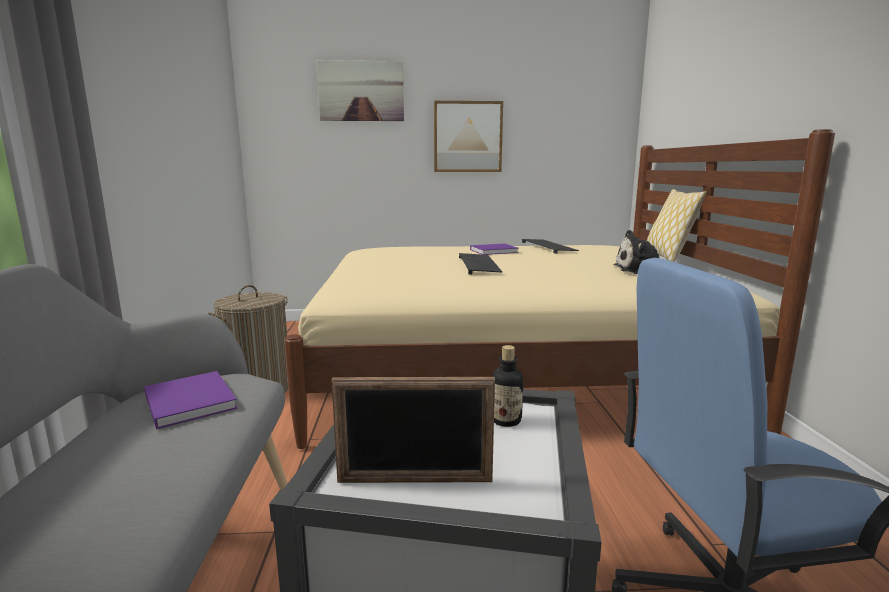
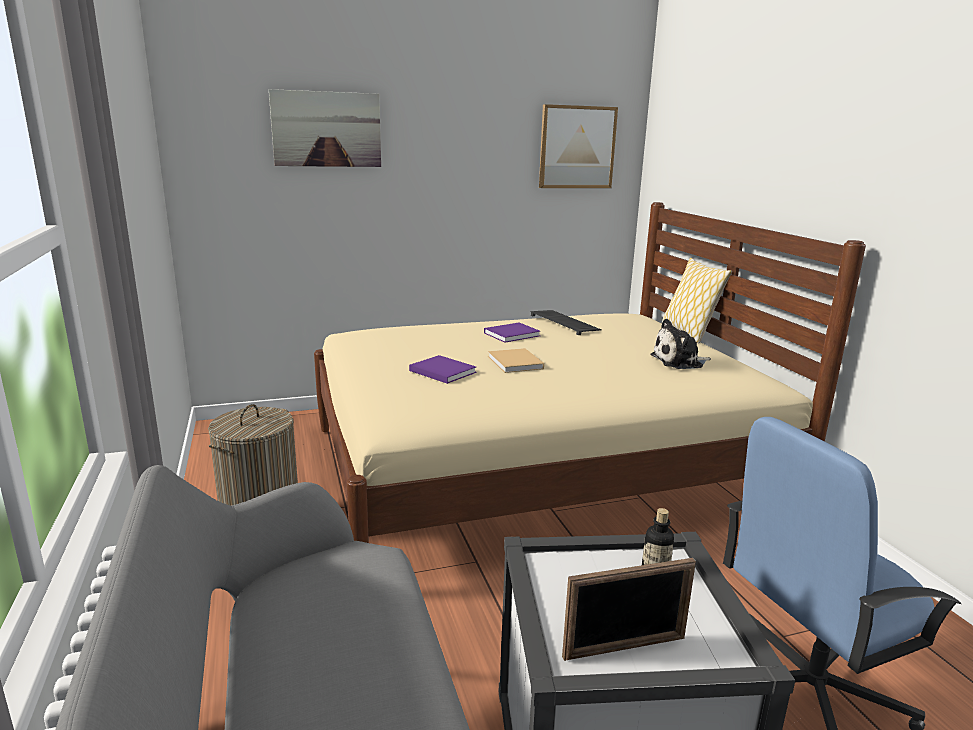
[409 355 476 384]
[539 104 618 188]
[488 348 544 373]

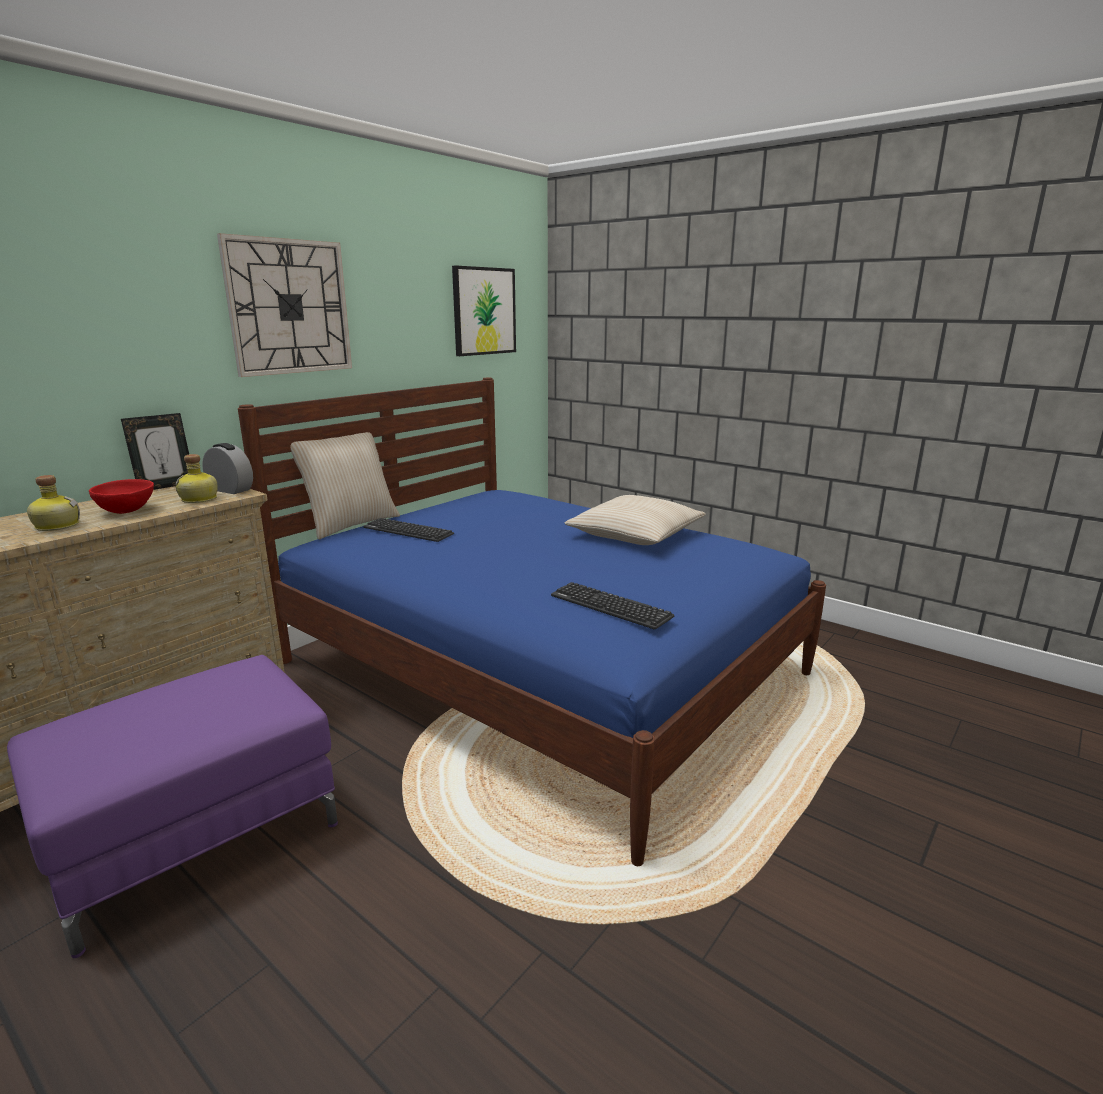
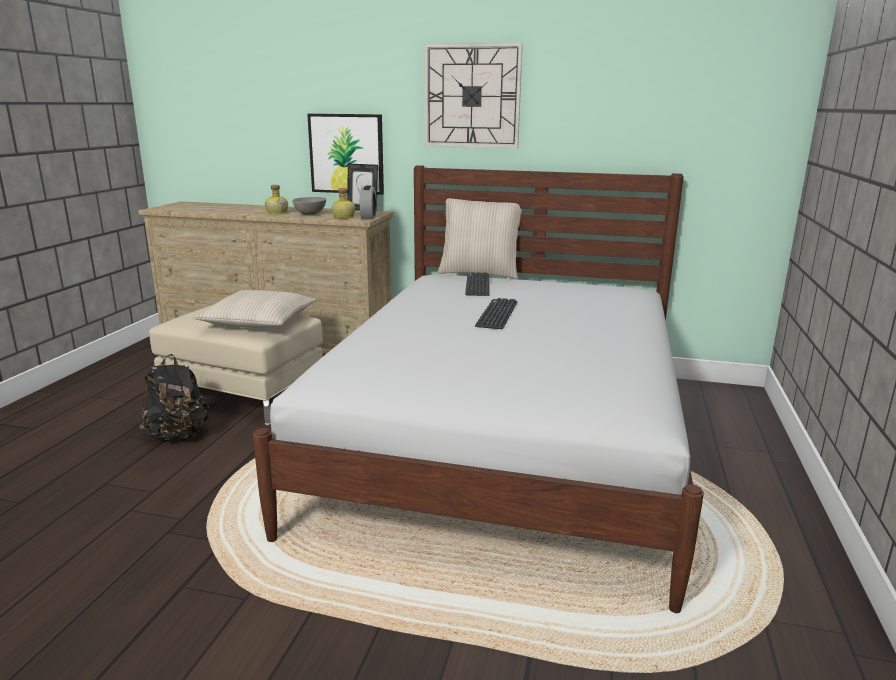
[149 305 323 425]
[293 197 326 215]
[253 165 704 613]
[307 114 384 195]
[475 298 517 329]
[193 290 317 329]
[139 354 209 440]

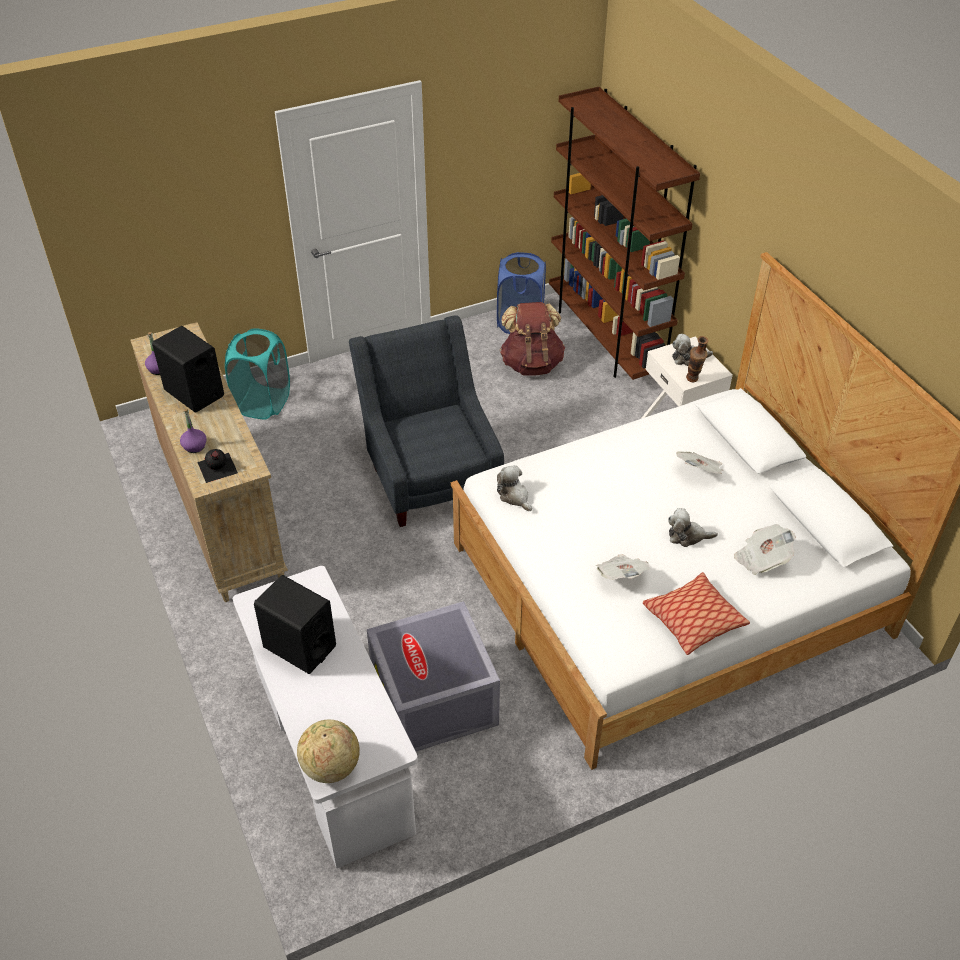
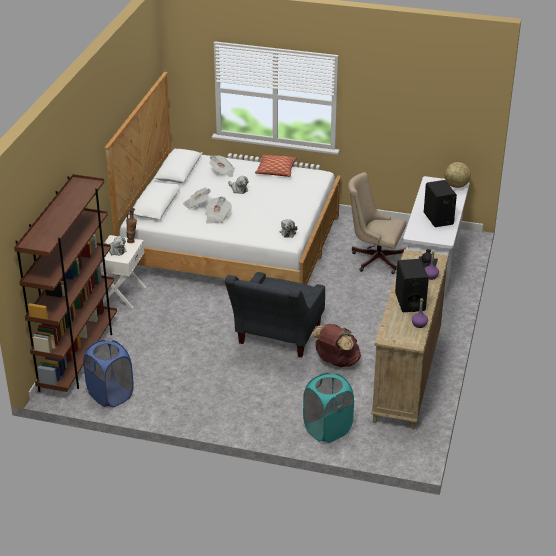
[348 172 406 274]
[311 324 361 367]
[205 196 232 224]

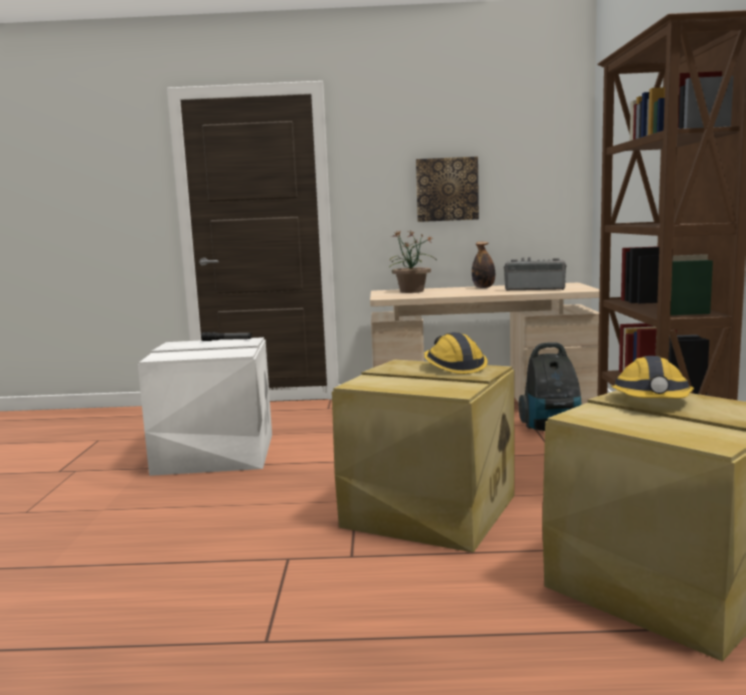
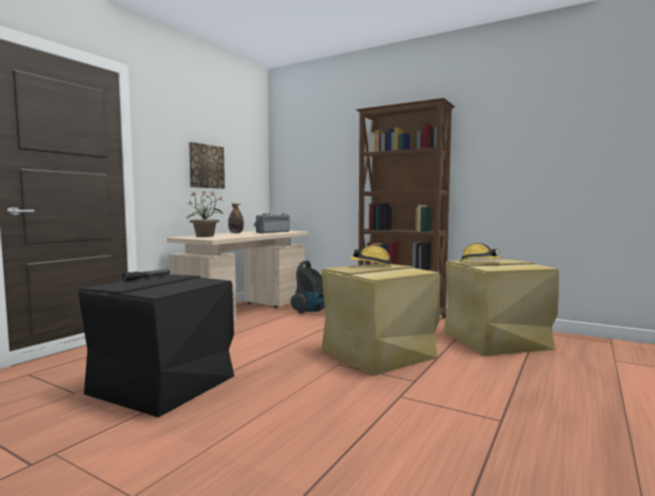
[78 274 234 418]

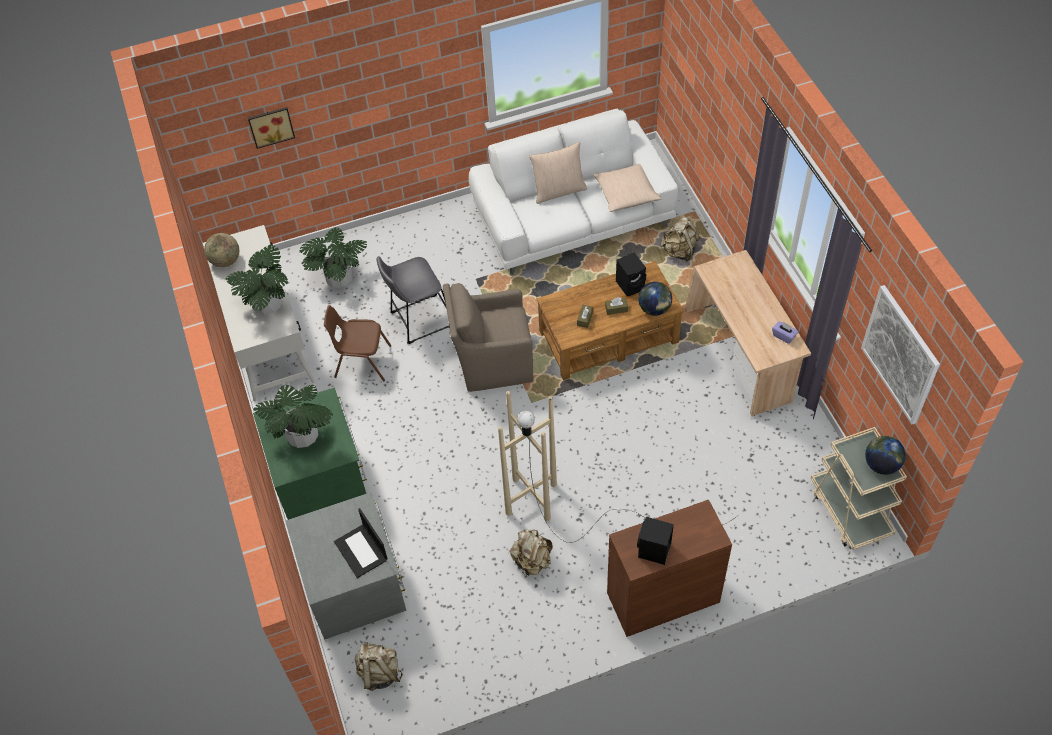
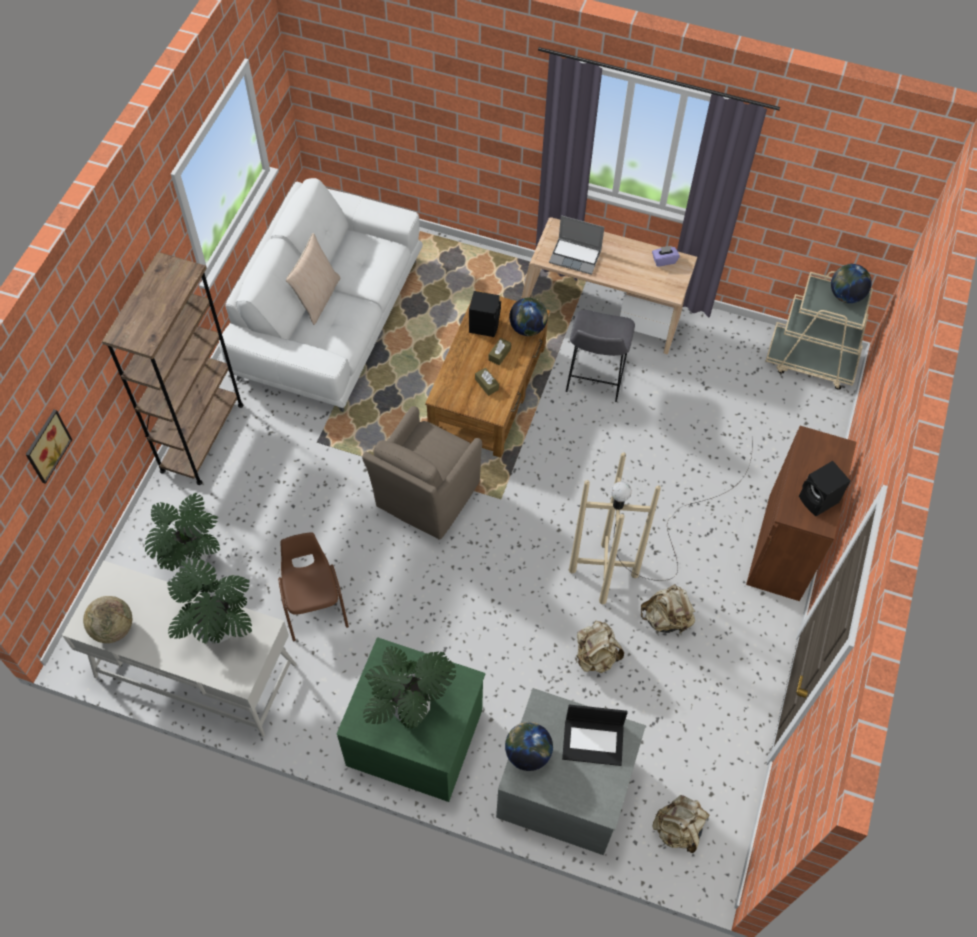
[278 532 349 641]
[566 310 635 402]
[593 164 661 212] (first image)
[576 621 624 673]
[861 285 940 424] (first image)
[102 252 244 485]
[505 722 553 771]
[549 215 604 275]

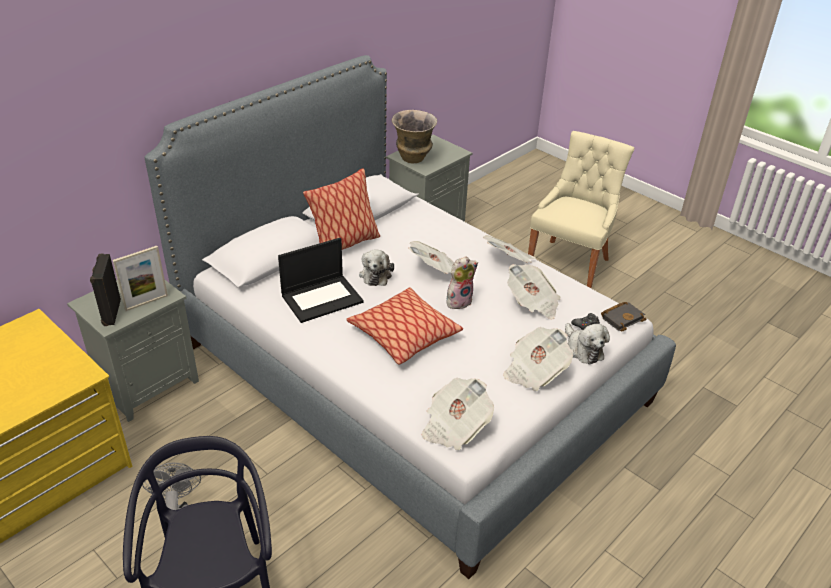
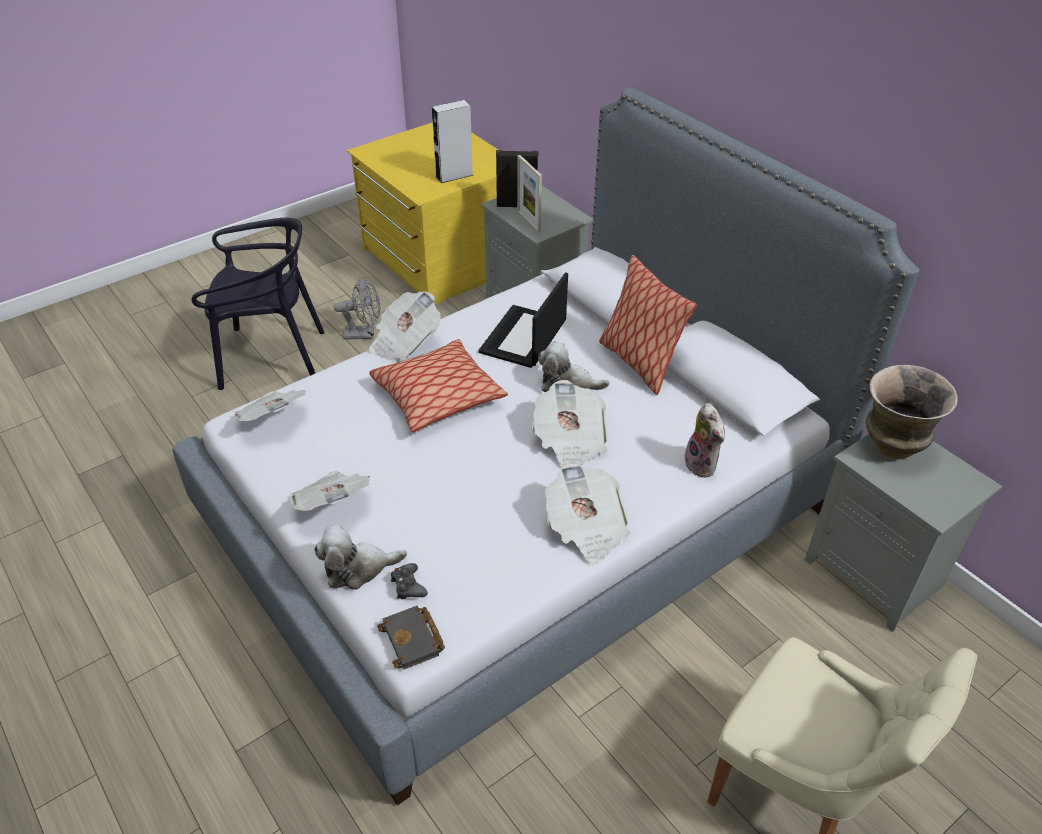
[479 272 568 368]
[685 403 725 478]
[369 291 441 361]
[432 100 473 183]

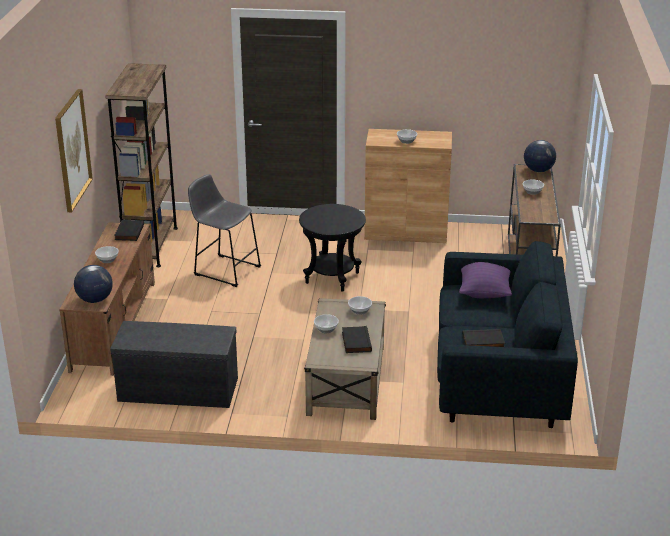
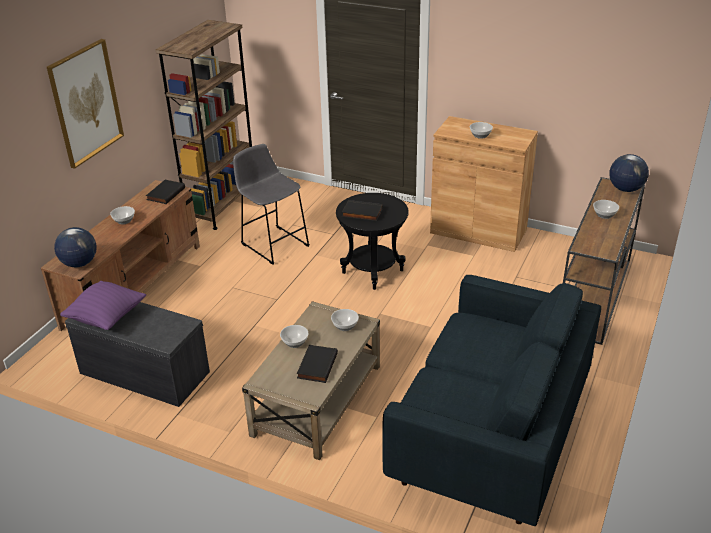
[60 281 146 330]
[342 200 383 221]

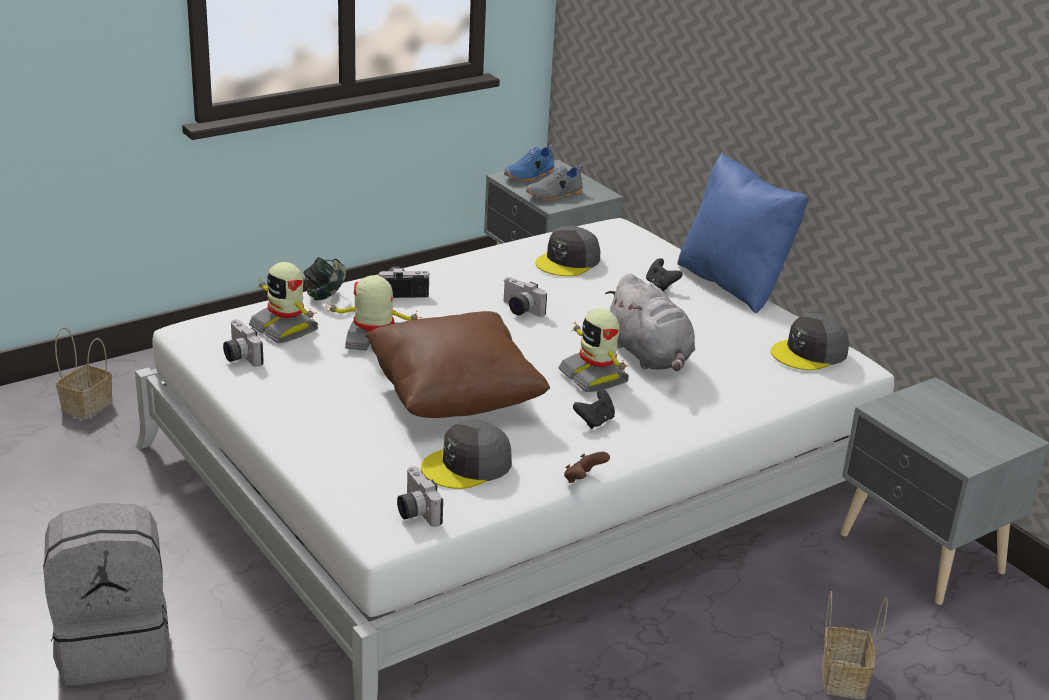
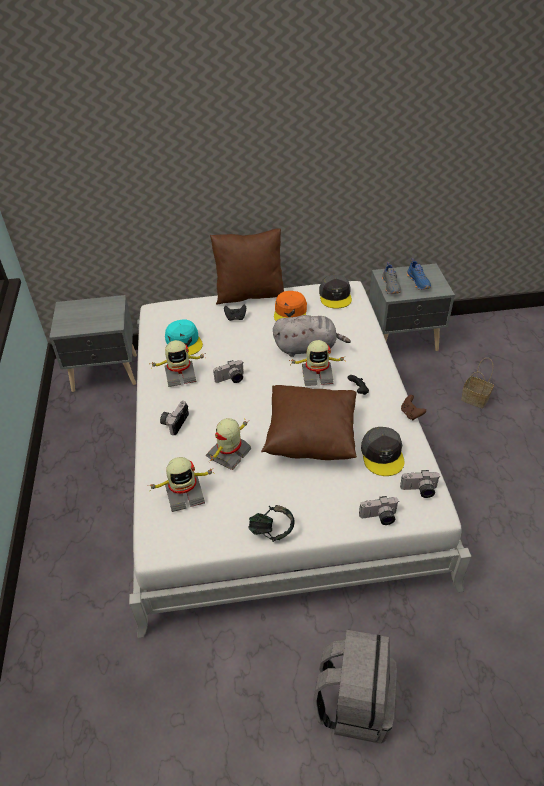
[55 327 113 420] (first image)
[359 496 399 525]
[249 505 295 542]
[406 258 431 290]
[382 262 401 294]
[165 319 203 356]
[210 228 284 304]
[151 340 204 387]
[274 291 307 321]

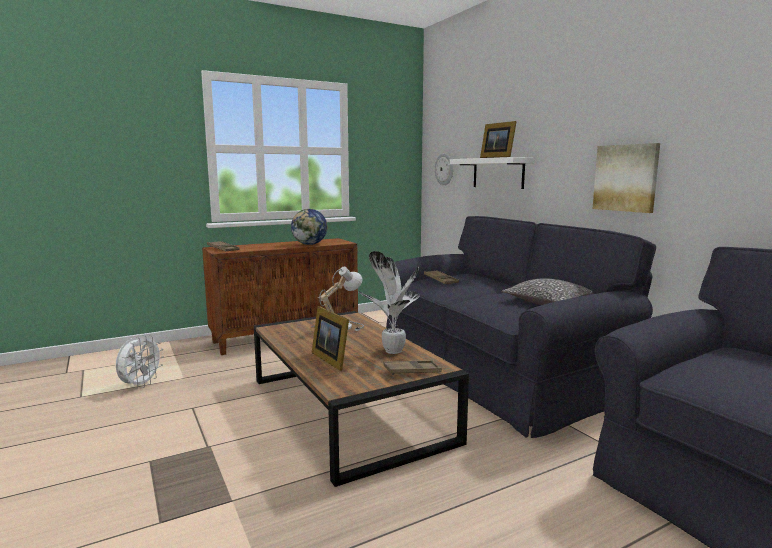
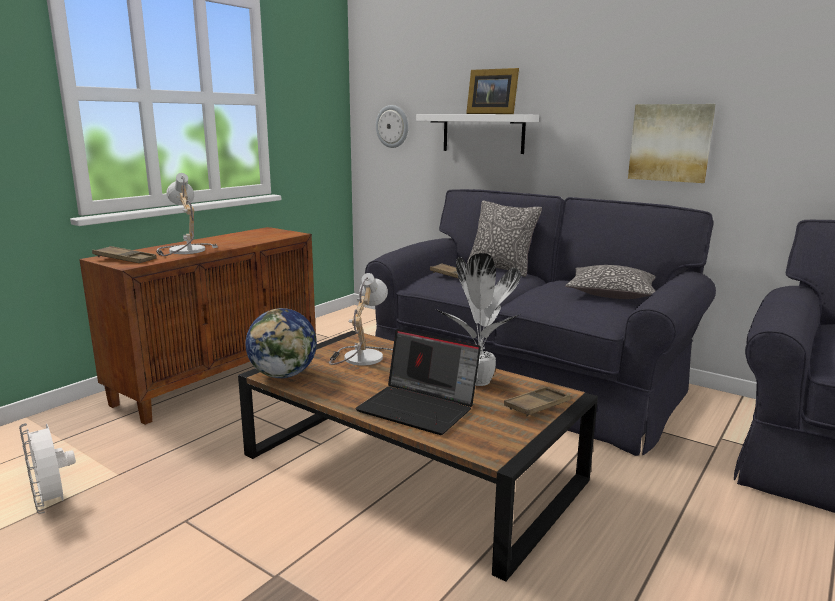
[19 423 76 514]
[246 308 317 378]
[355 329 481 435]
[156 173 218 256]
[467 201 542 277]

